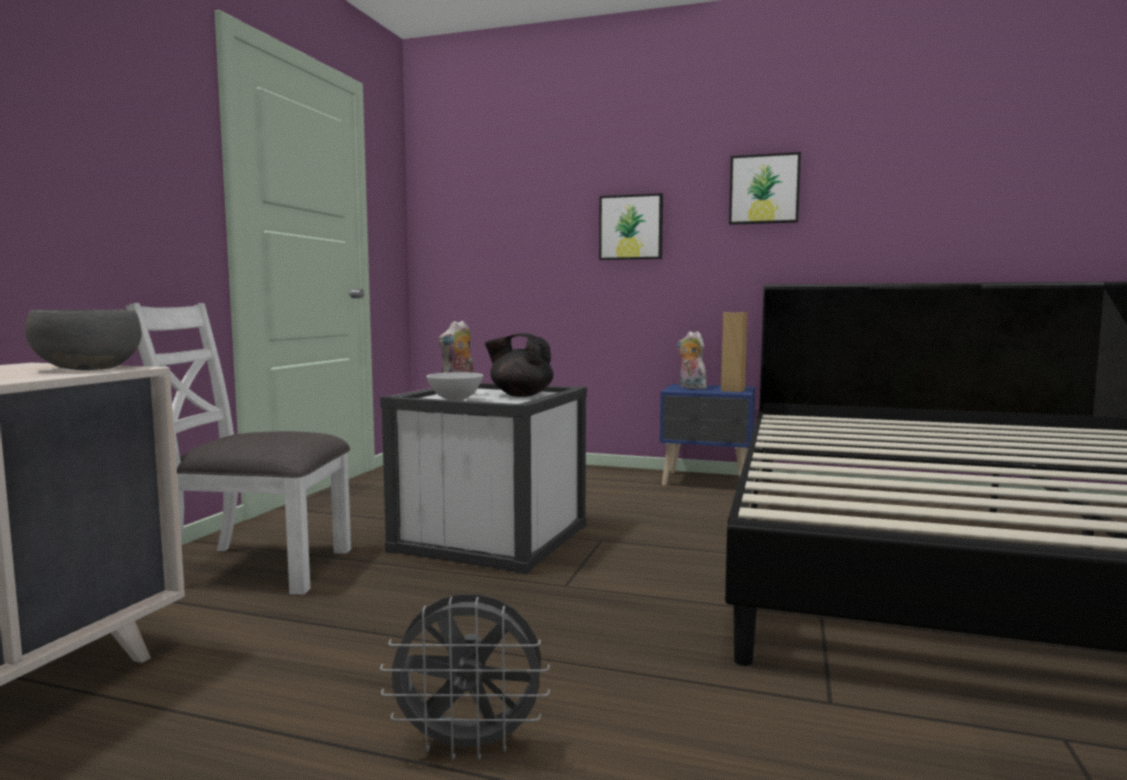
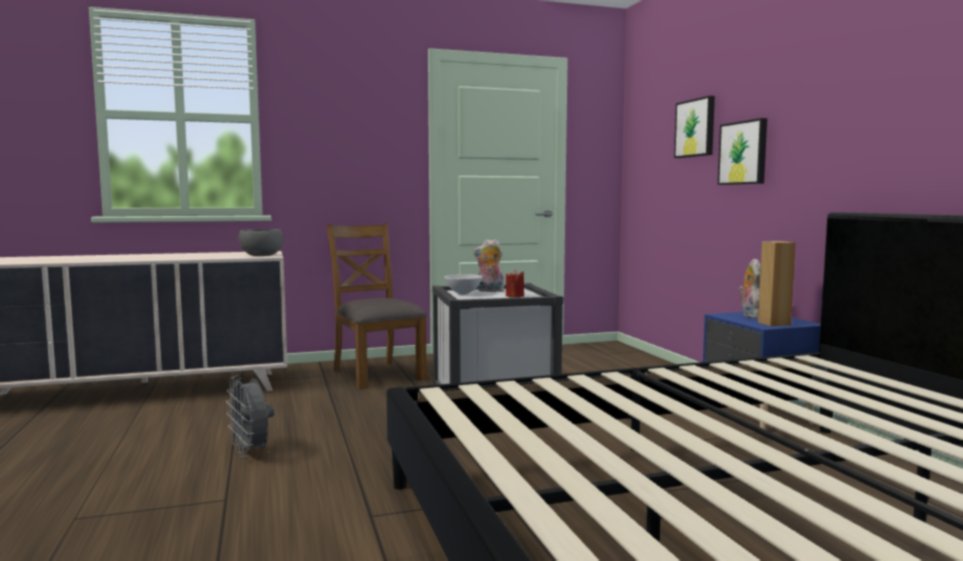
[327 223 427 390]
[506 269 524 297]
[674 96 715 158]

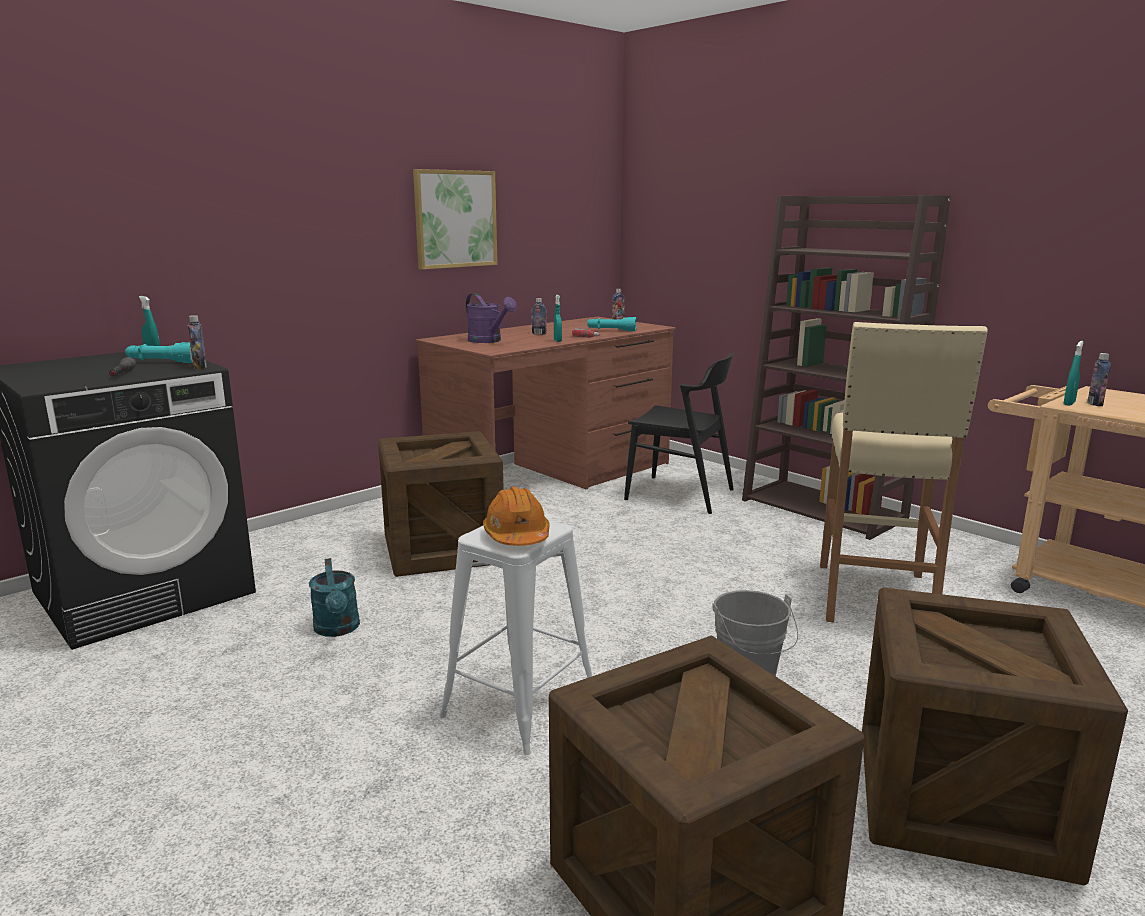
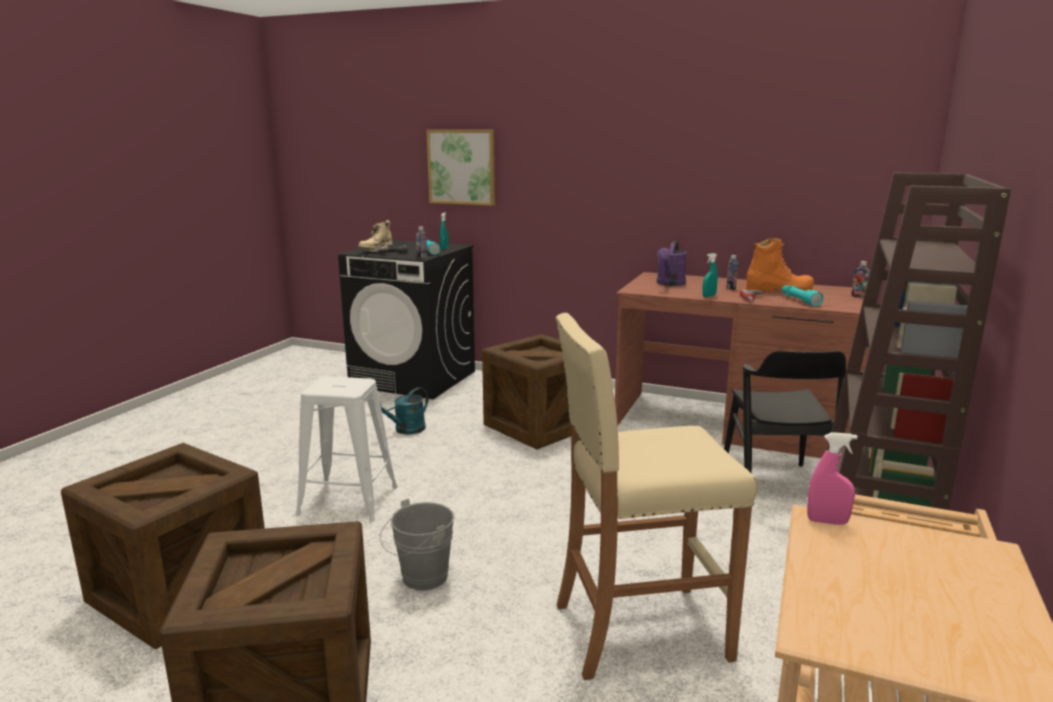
[426 130 495 206]
[483 487 550 546] (first image)
[807 432 858 525]
[1087 353 1111 406] (first image)
[358 220 393 252]
[746 238 814 292]

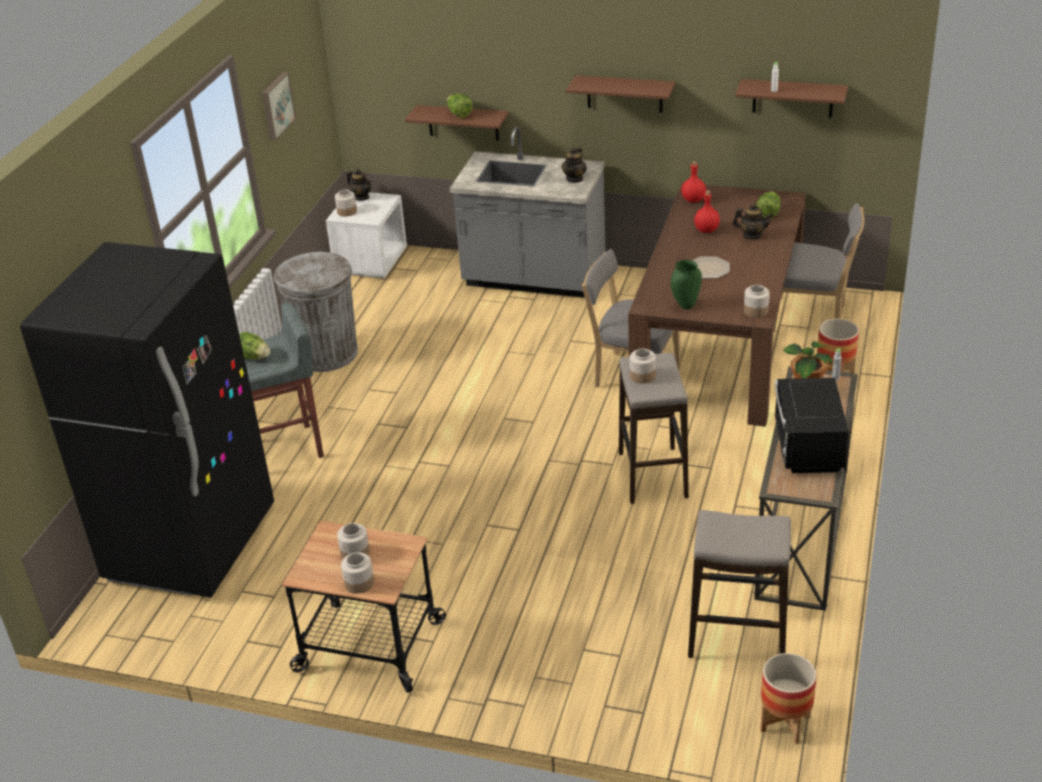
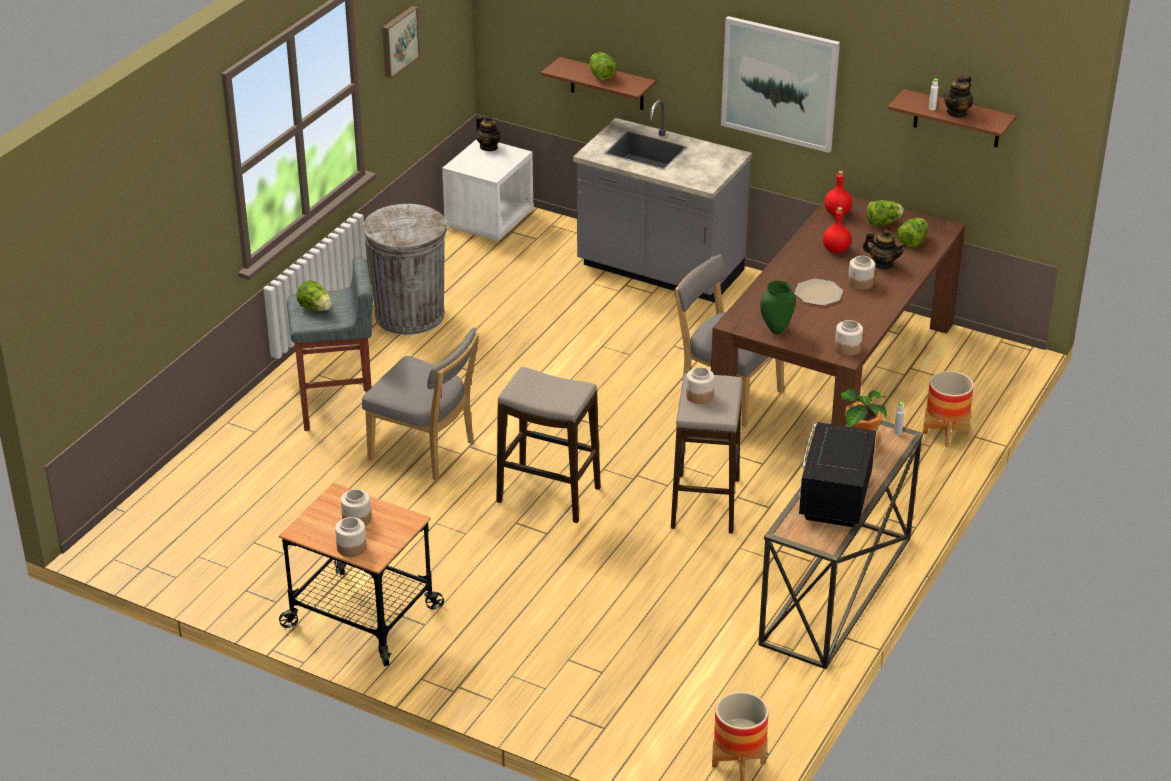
[20 242 274 598] (first image)
[848 256 875 290]
[944 75 973 118]
[721 16 840 153]
[496 367 601 523]
[362 328 480 481]
[866 200 904 227]

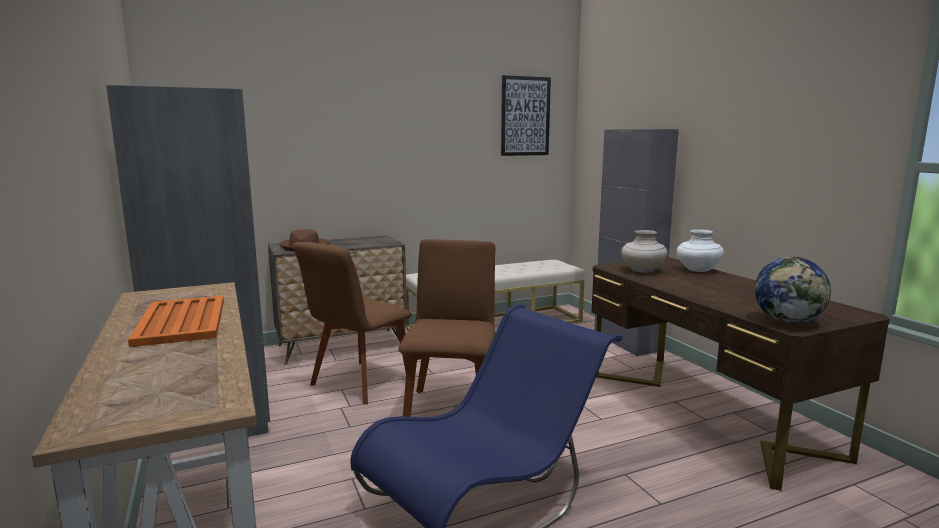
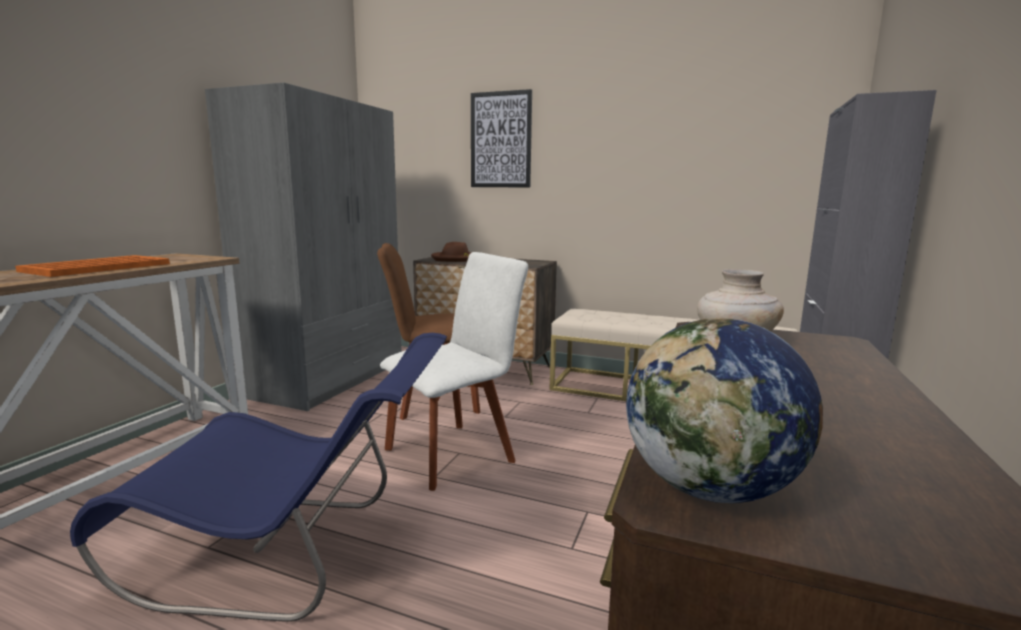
[380 252 528 491]
[471 89 532 188]
[676 230 724 272] (first image)

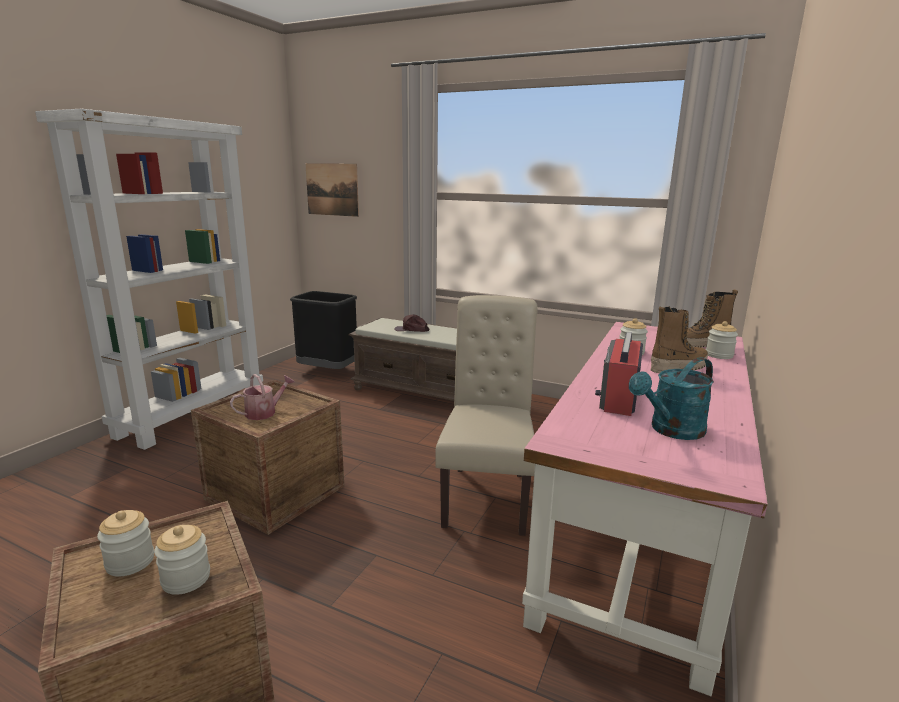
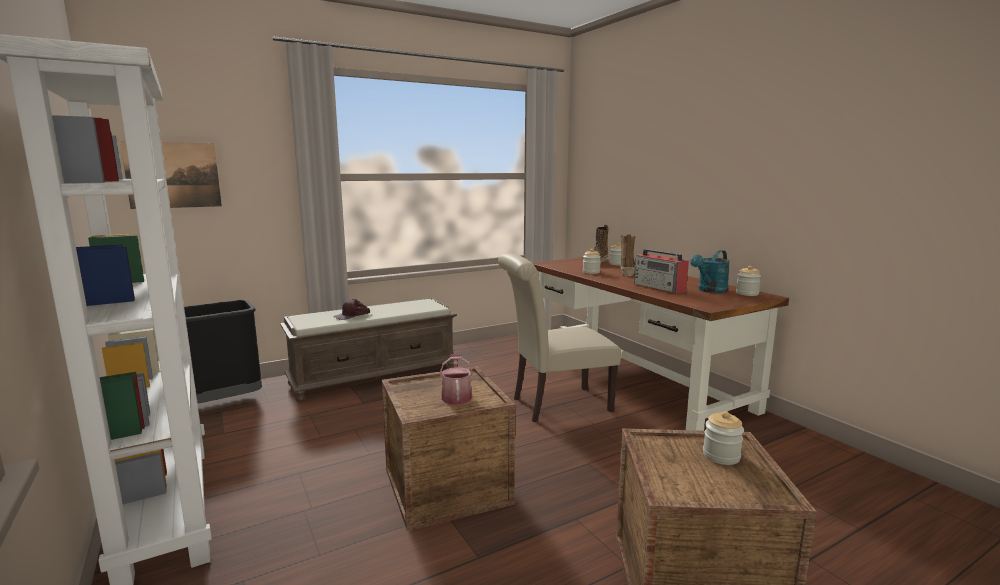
[736 266 761 296]
[498 253 621 422]
[532 257 789 431]
[690 250 730 293]

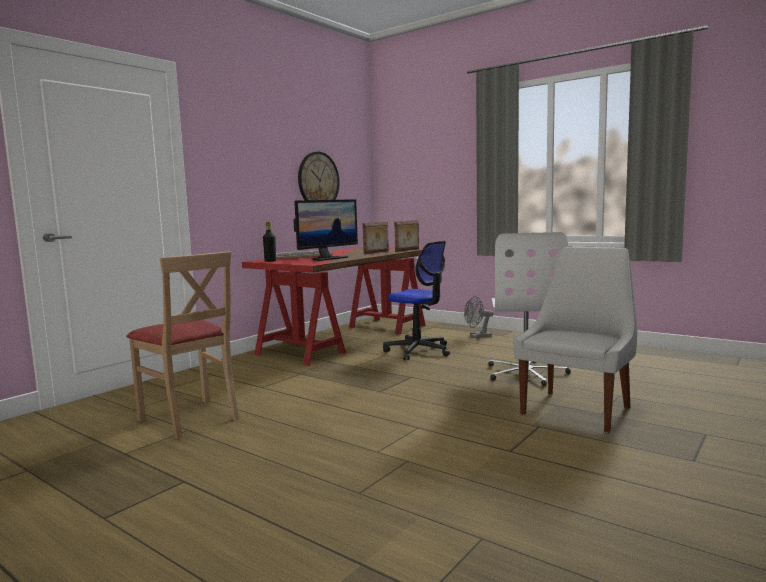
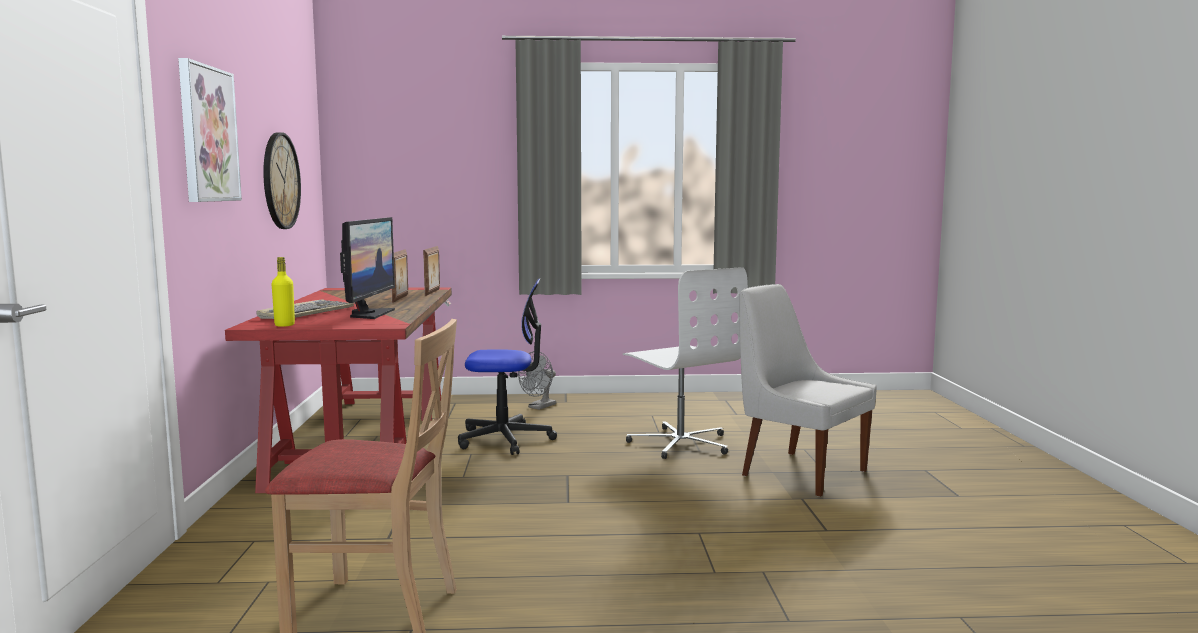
[272 257 295 327]
[740 284 877 497]
[178 58 242 202]

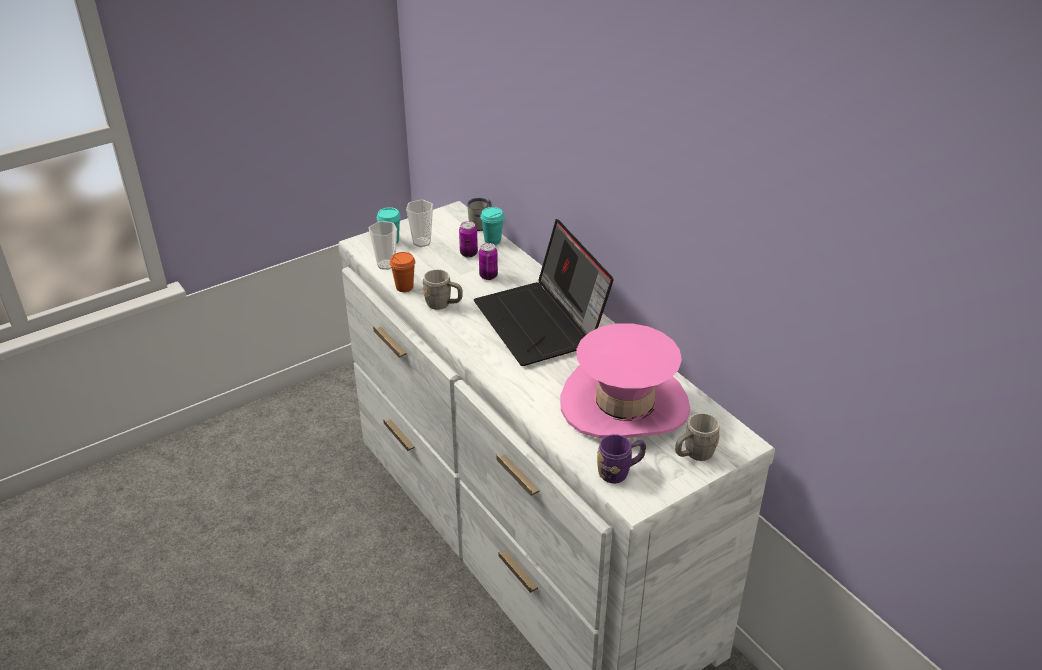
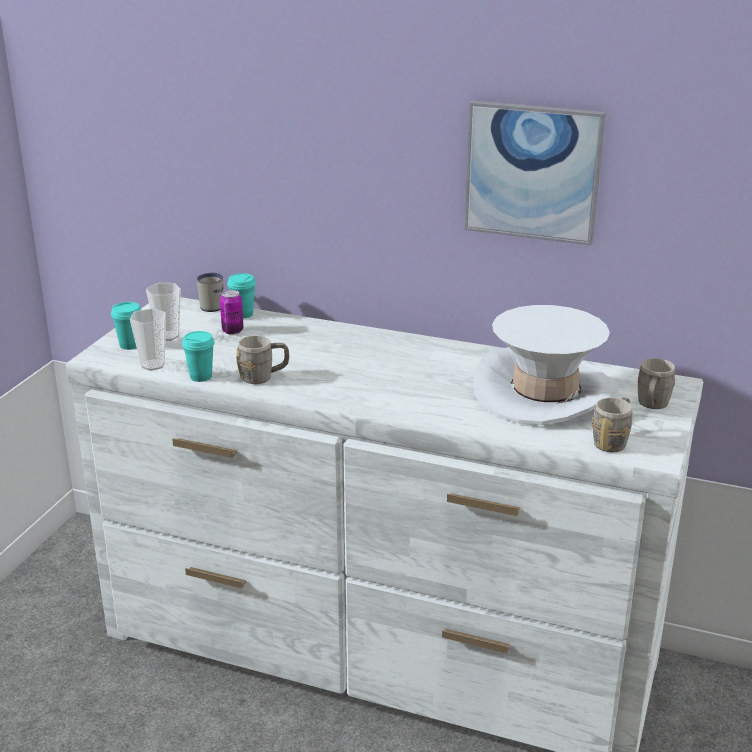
[182 331 215 382]
[474 219 614 366] (first image)
[479 243 498 280] (first image)
[473 305 620 425]
[592 397 632 453]
[464 100 606 245]

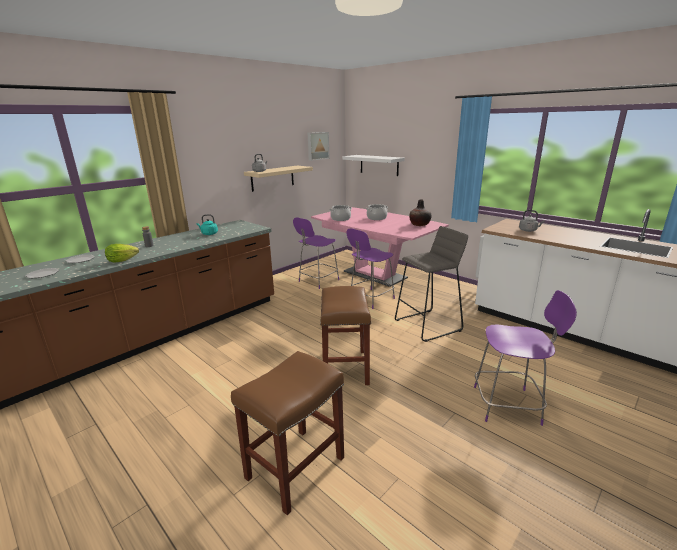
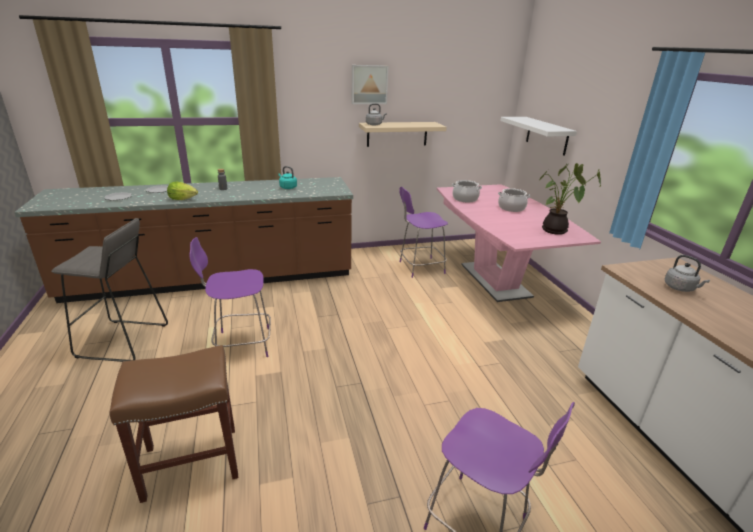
[352 65 389 104]
[320 286 371 385] (first image)
[190 237 271 357]
[51 218 168 362]
[539 163 601 235]

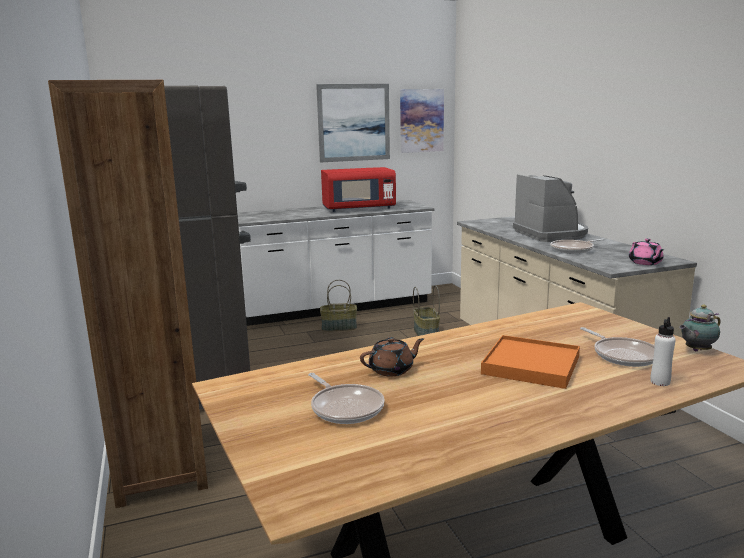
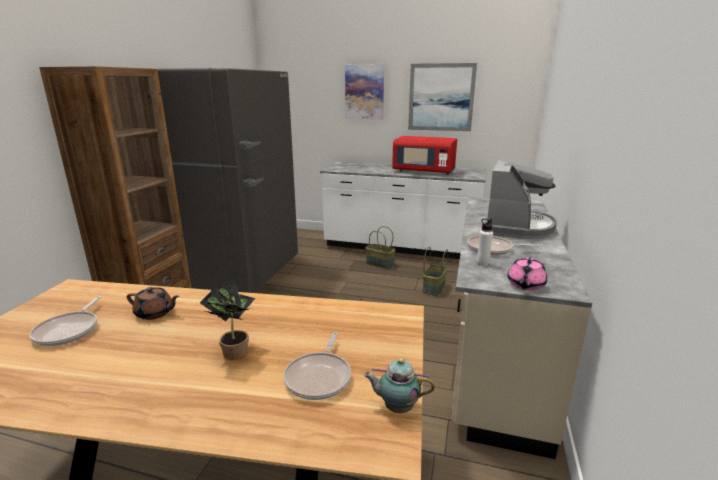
[345 64 384 120]
[200 284 255 360]
[477 218 493 266]

